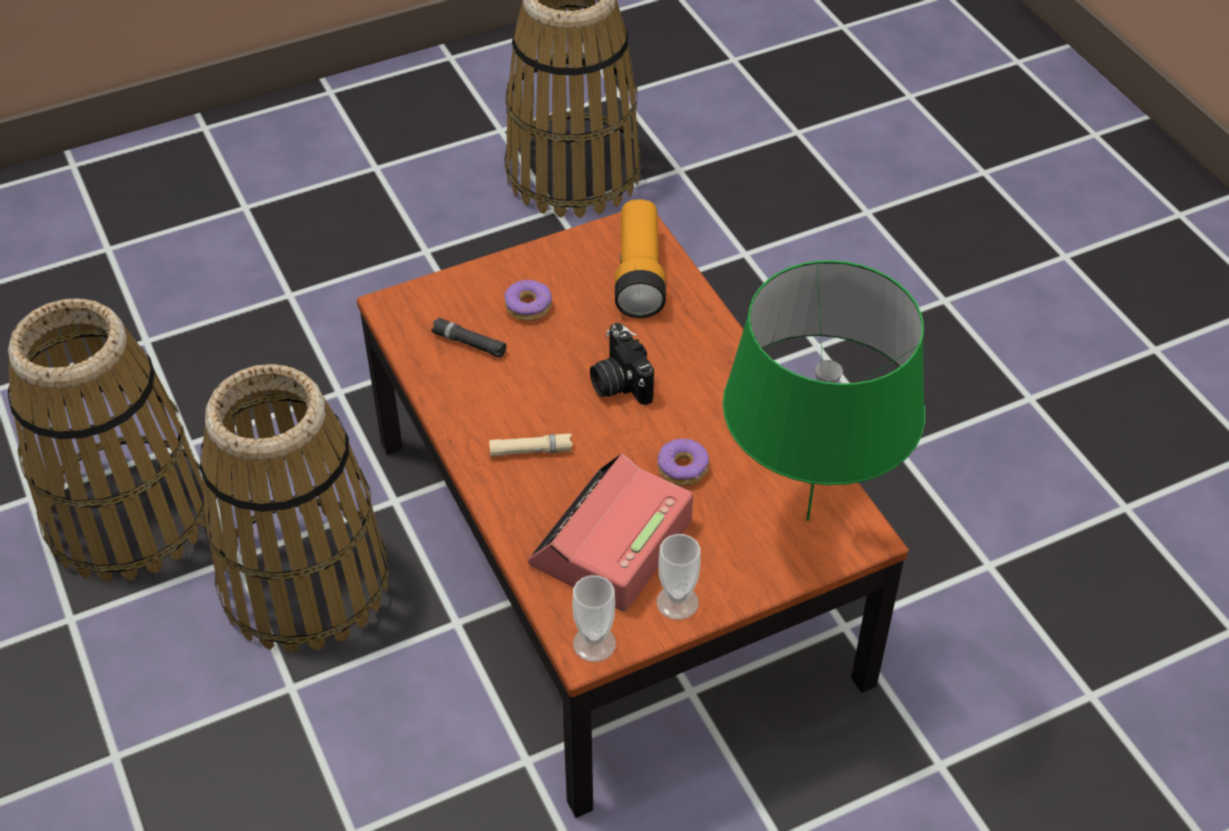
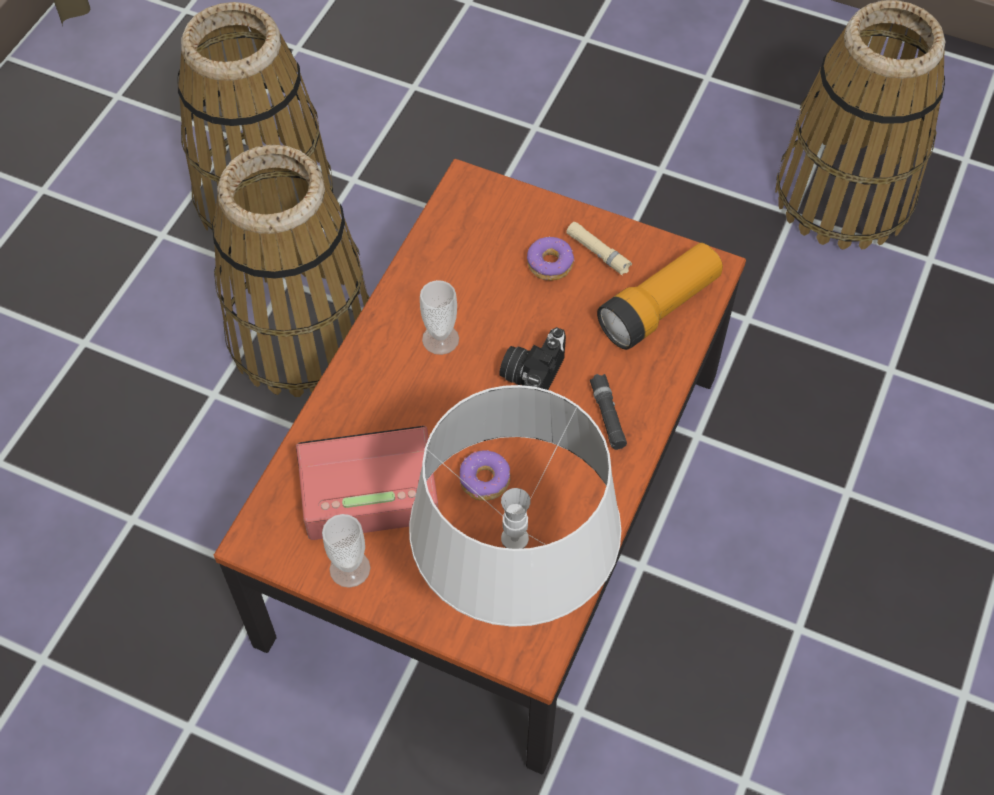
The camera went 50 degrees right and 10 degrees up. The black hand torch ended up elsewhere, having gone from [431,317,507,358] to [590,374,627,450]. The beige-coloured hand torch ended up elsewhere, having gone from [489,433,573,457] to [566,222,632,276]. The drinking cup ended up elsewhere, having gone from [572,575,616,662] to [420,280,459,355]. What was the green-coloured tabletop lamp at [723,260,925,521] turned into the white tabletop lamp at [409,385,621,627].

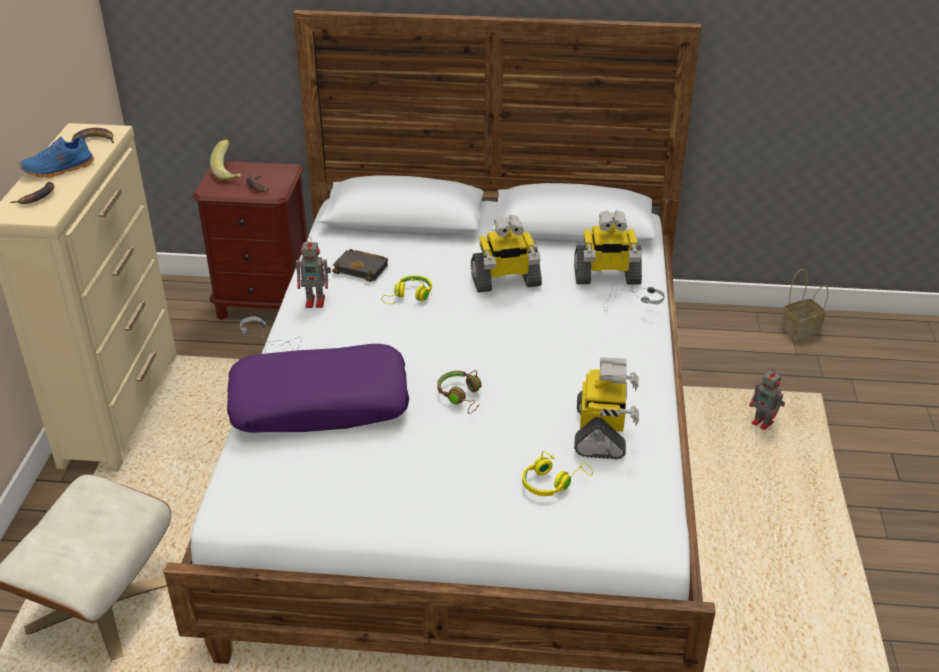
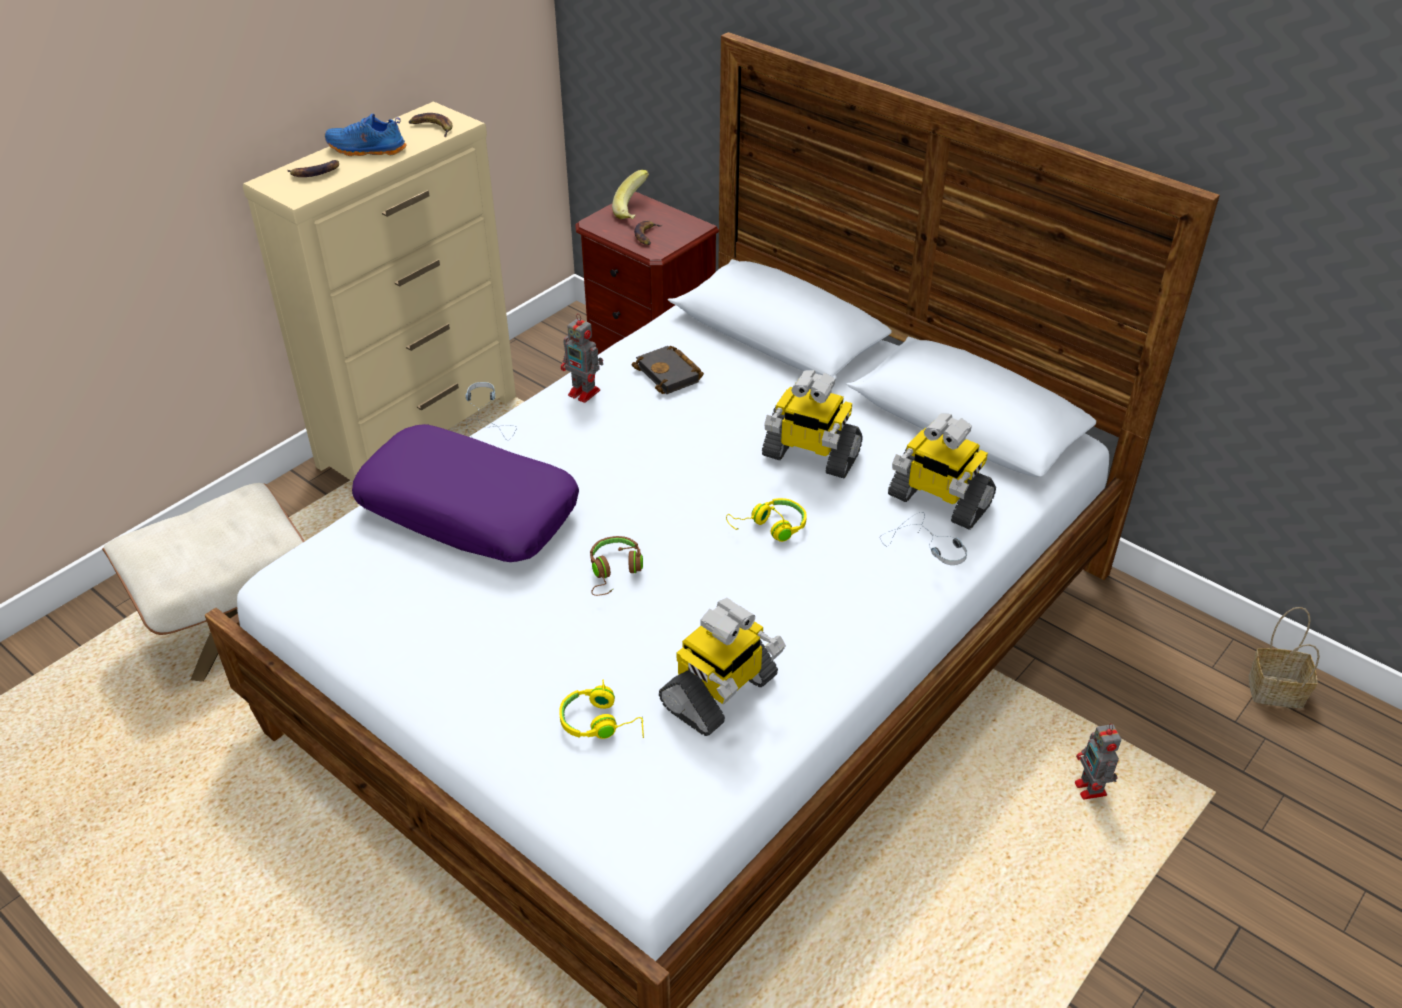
The camera went 35 degrees right and 5 degrees up. The yellow headphones ended up elsewhere, having gone from [382,275,432,304] to [726,498,807,542].

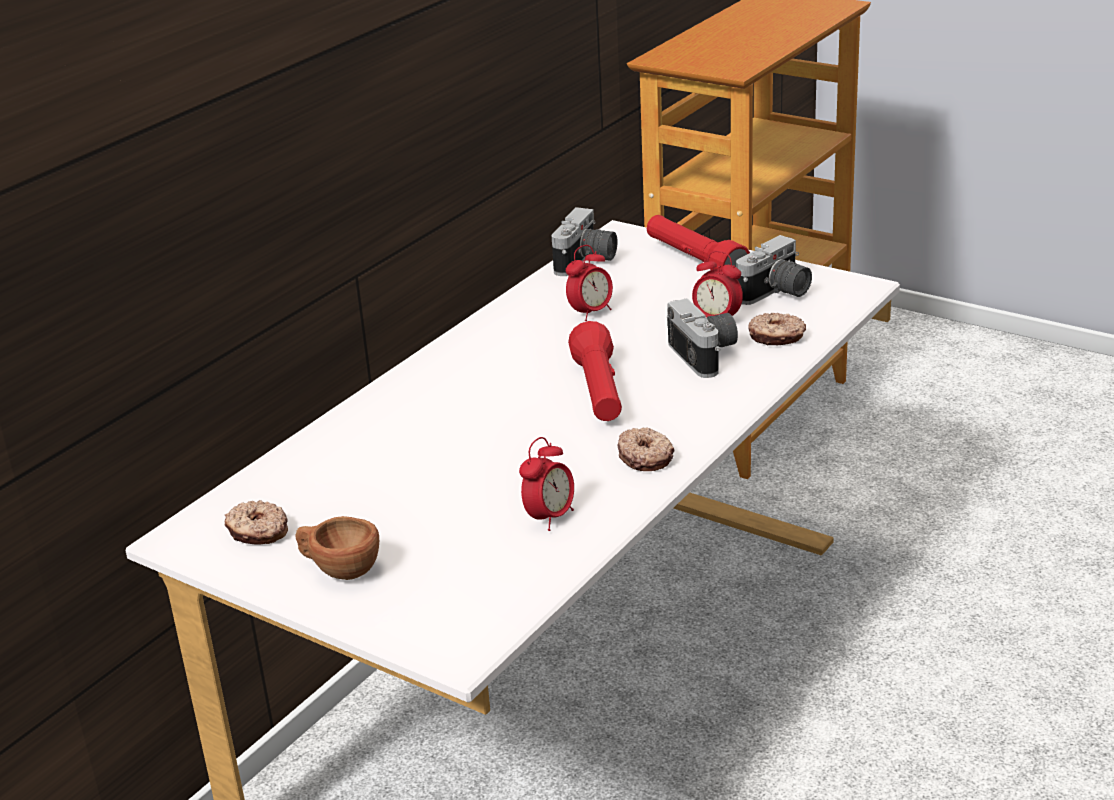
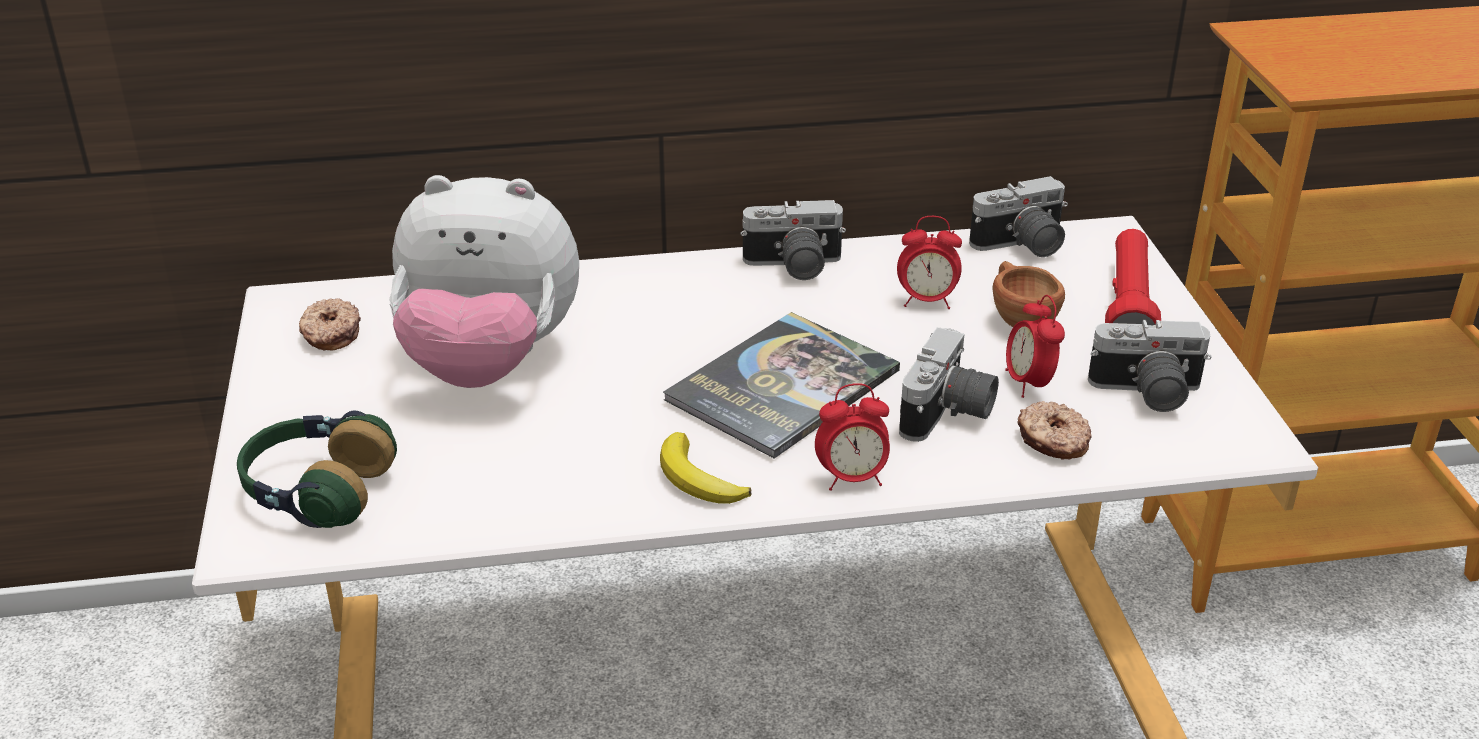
The camera went 45 degrees right and 5 degrees up. The brown-coloured drinking cup ended up elsewhere, having gone from [295,516,379,580] to [993,261,1065,327]. The alarm clock ended up elsewhere, having gone from [519,437,574,531] to [815,383,890,491]. Where the reddish hand torch stood at [568,321,622,421], the bound book came to stand at [663,312,900,459]. Where the ring doughnut stood at [618,427,675,471], the banana fruit came to stand at [660,432,752,504]. The second view gained the headphones at [237,411,397,528]. The second view gained the cuddly toy at [389,175,579,388]. The second view gained the photo camera at [740,200,846,280].

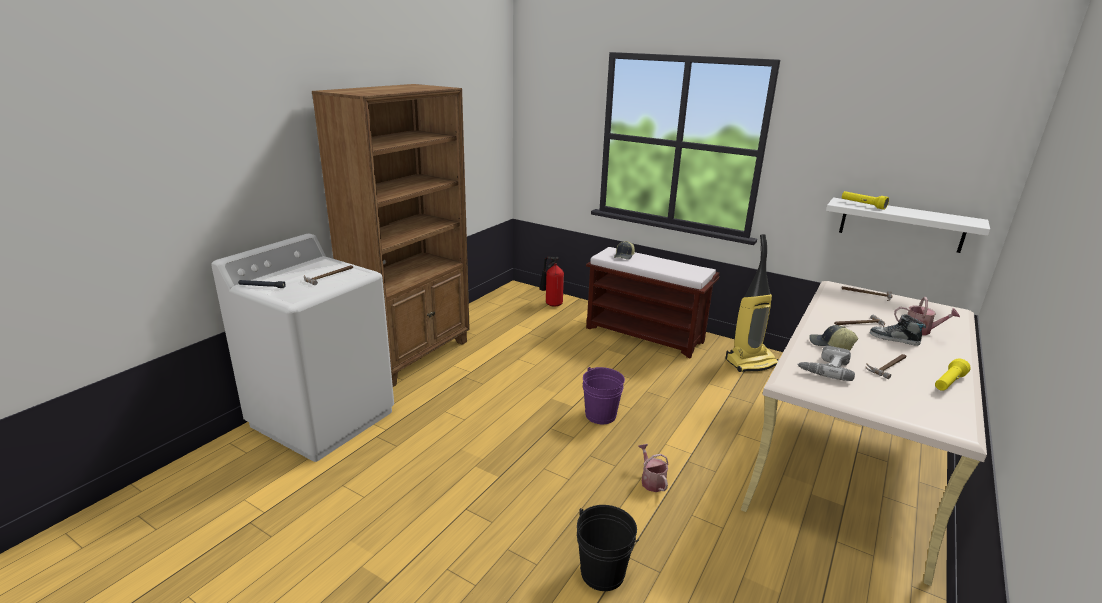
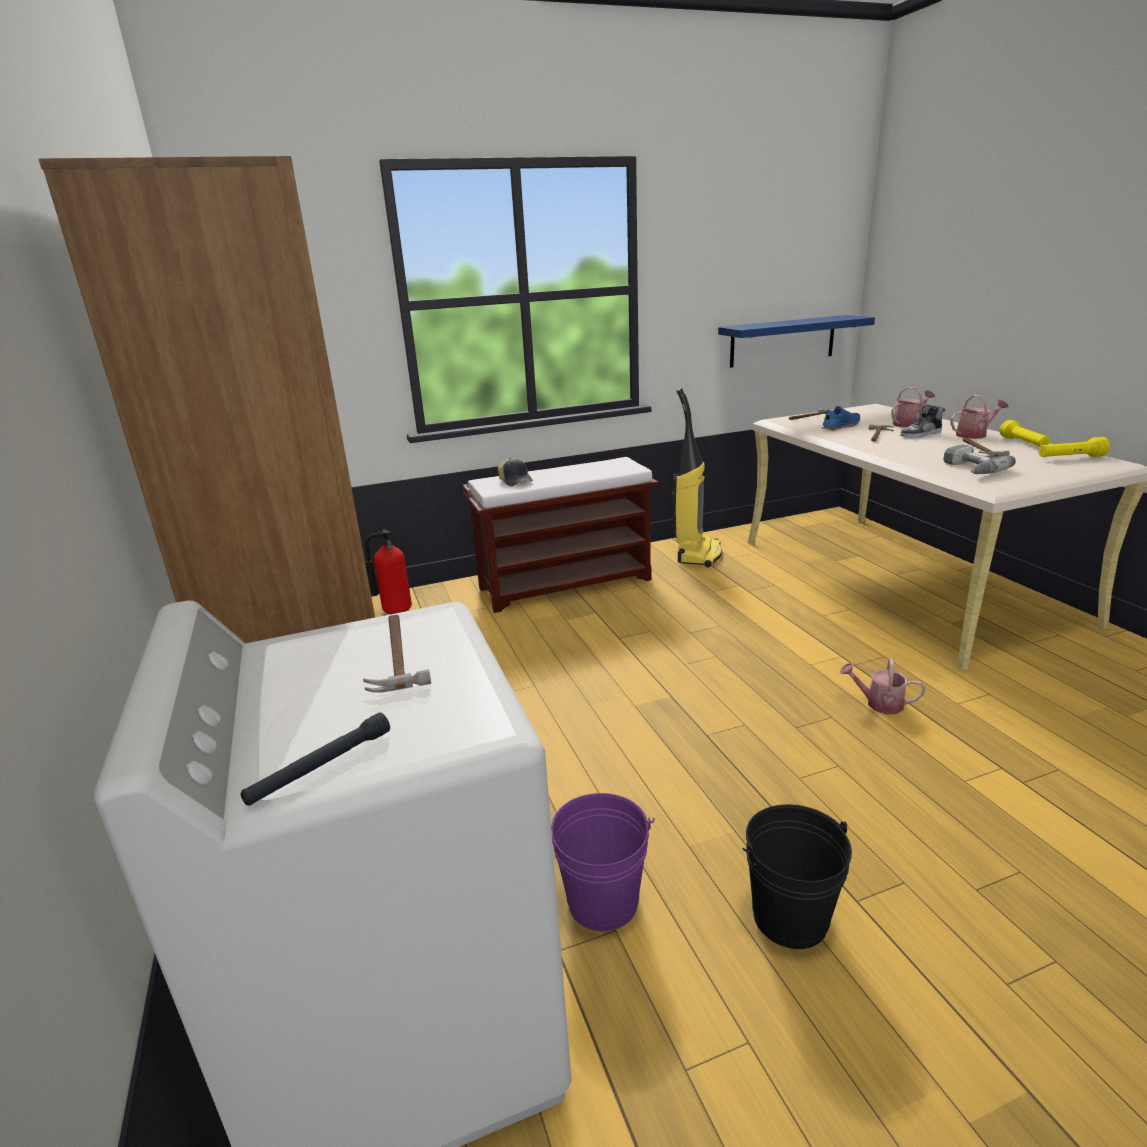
The camera went 50 degrees left and 0 degrees up. The black water bucket ended up elsewhere, having gone from [577,505,639,591] to [743,804,852,949]. The purple-coloured water bucket ended up elsewhere, having gone from [583,367,625,424] to [551,793,655,931]. The second view lost the cap at [809,325,858,350]. What was the white bracket shelf at [826,198,990,253] turned into the bluish bracket shelf at [718,315,875,368]. The yellow hand torch ended up elsewhere, having gone from [842,191,889,210] to [1038,437,1110,457]. The second view gained the bluish low shoe at [822,406,860,430]. The second view gained the watering can at [950,395,1008,439].

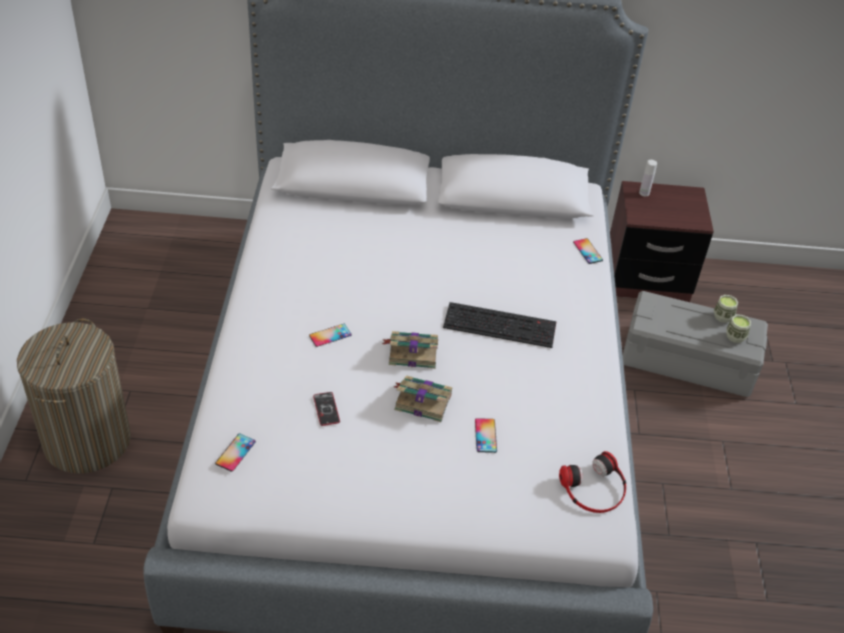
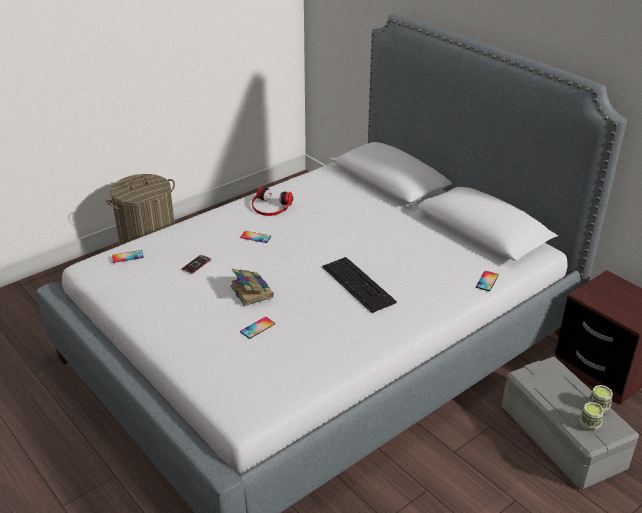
The camera went 50 degrees right and 10 degrees down. The second view lost the bound book at [382,331,438,369]. The headphones ended up elsewhere, having gone from [559,451,626,513] to [252,186,293,216]. The second view lost the white drink bottle at [639,160,657,196].

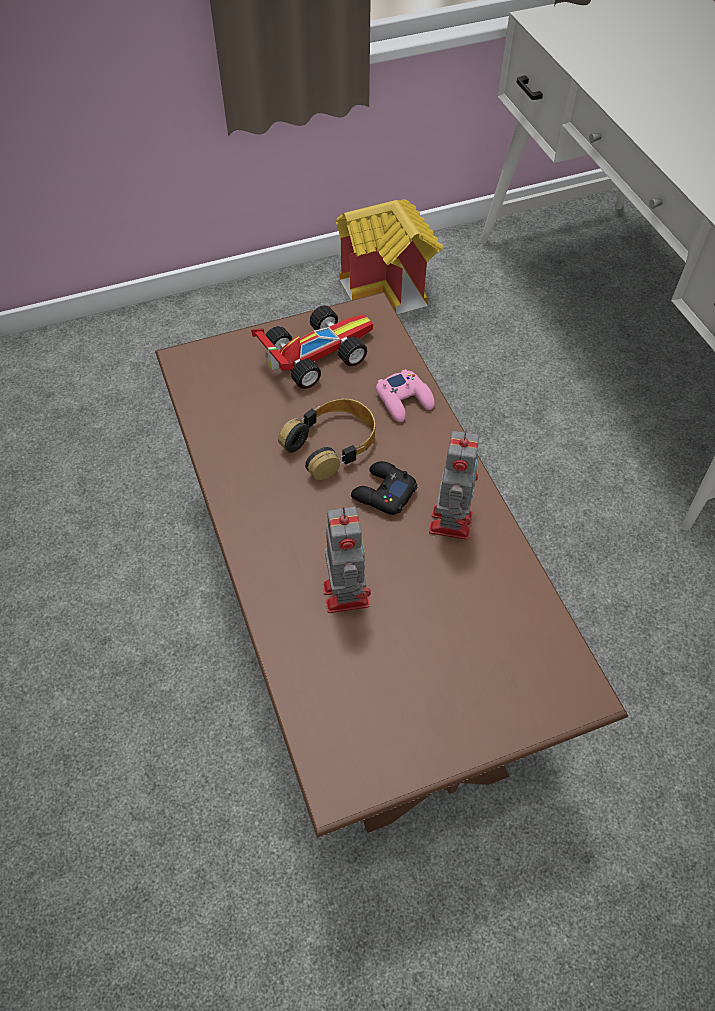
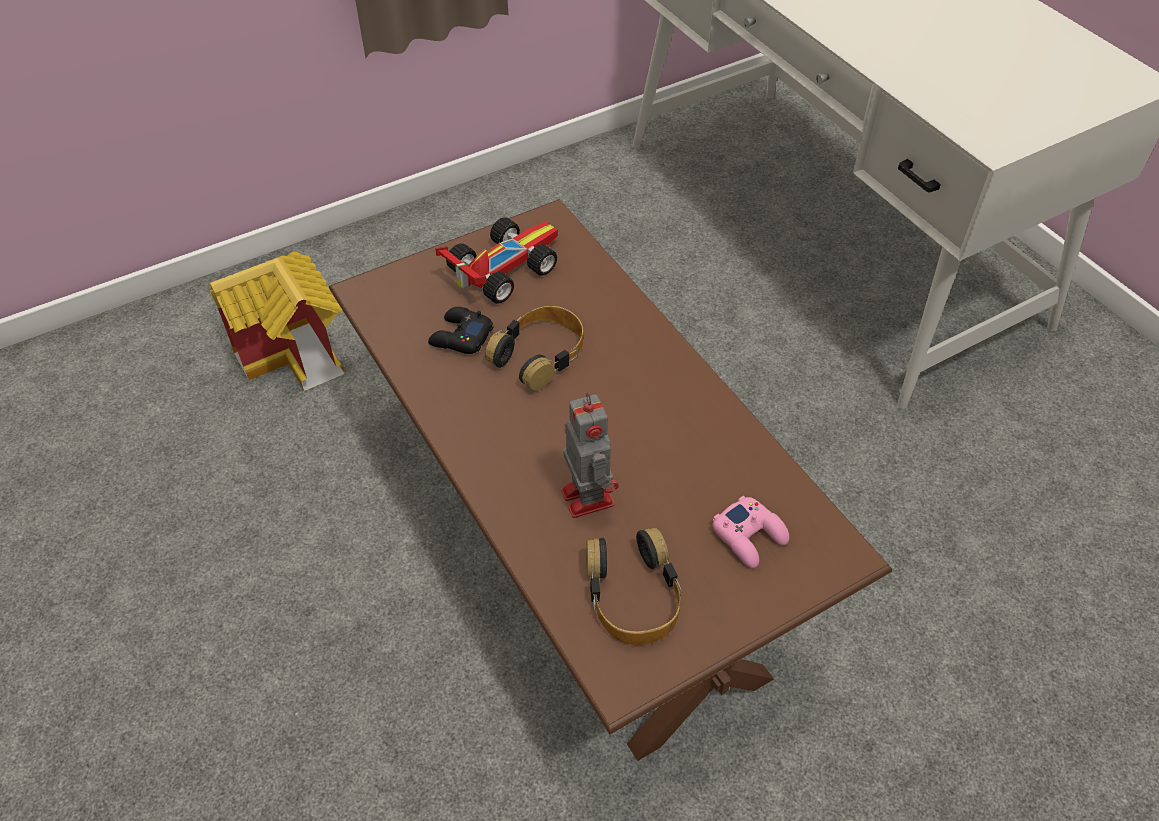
The camera went 10 degrees left and 5 degrees down. The toy house ended up elsewhere, having gone from [336,199,443,314] to [210,252,345,391]. The black gamepad ended up elsewhere, having gone from [351,461,418,515] to [428,307,493,354]. The pink gamepad ended up elsewhere, having gone from [376,369,435,422] to [713,496,789,568]. The second view lost the toy robot at [429,429,479,540]. The second view gained the headphones at [586,527,682,645].

